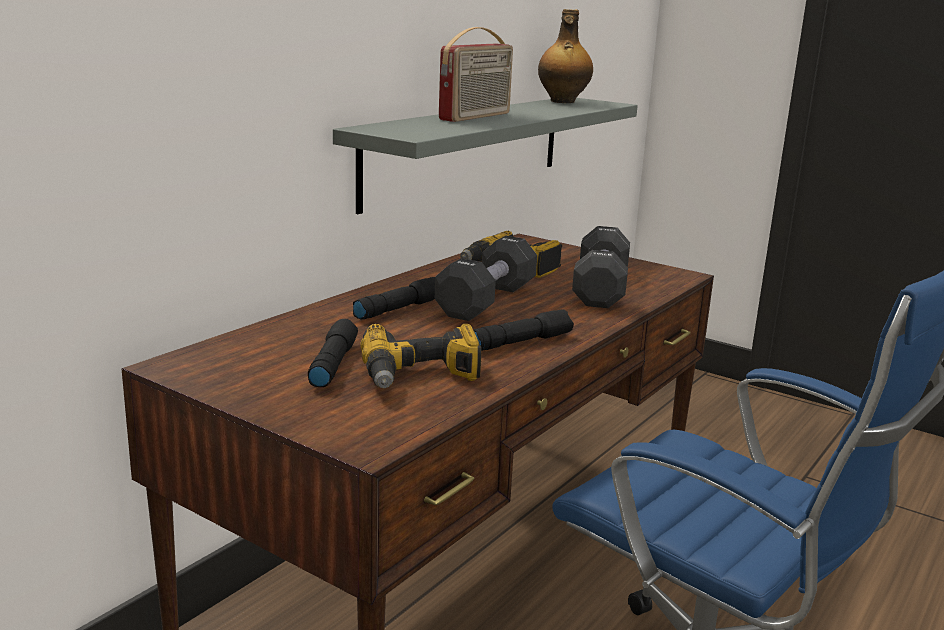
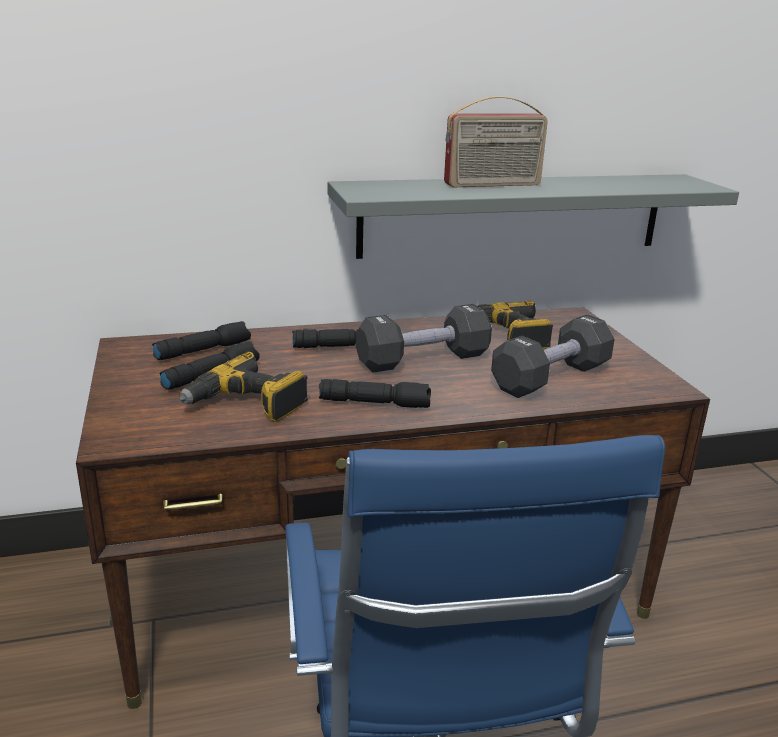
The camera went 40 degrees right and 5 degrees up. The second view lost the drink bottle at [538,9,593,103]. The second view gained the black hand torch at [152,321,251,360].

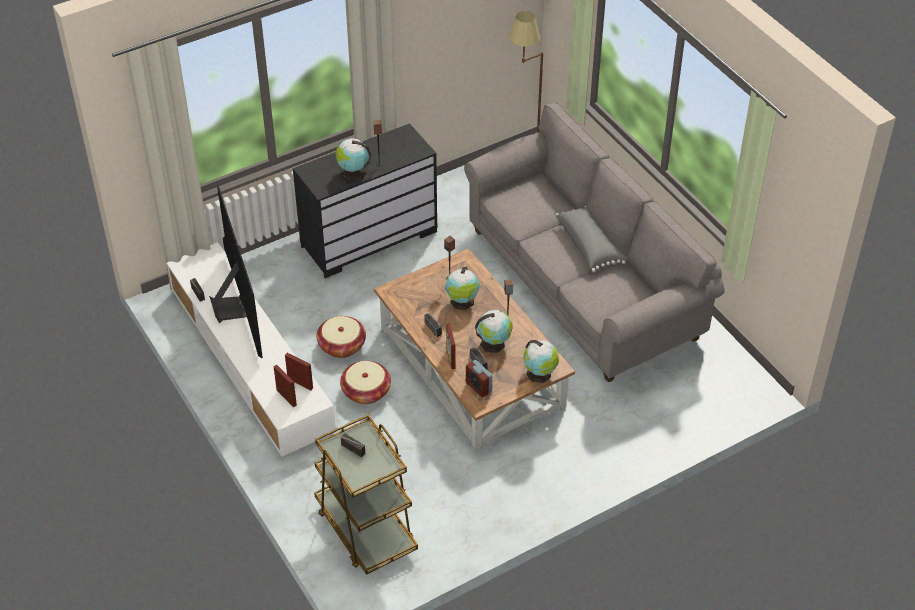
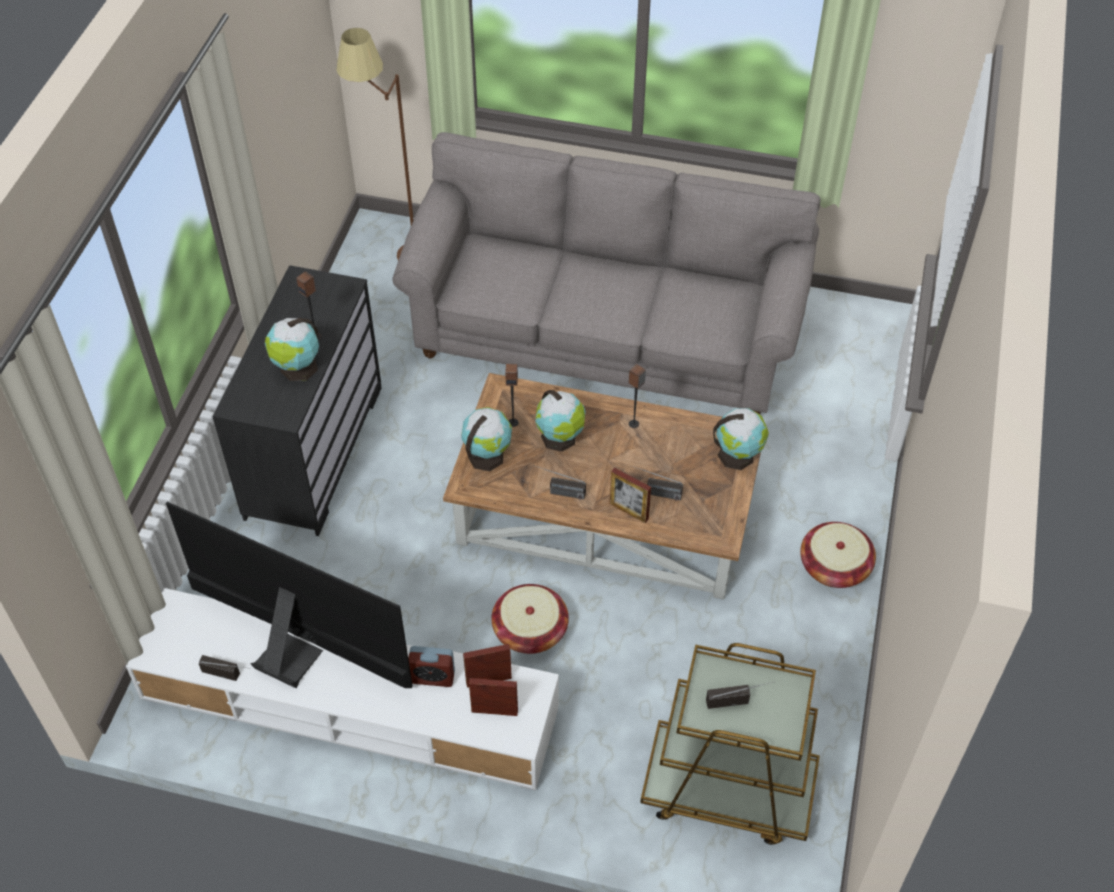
The camera went 45 degrees left and 5 degrees up. The storage basket ended up elsewhere, having gone from [316,316,366,358] to [800,522,876,588]. The alarm clock ended up elsewhere, having gone from [466,360,492,397] to [408,646,455,687]. The globe ended up elsewhere, having gone from [475,310,513,353] to [461,407,512,471]. The second view lost the gray throw pillow at [556,206,628,272].

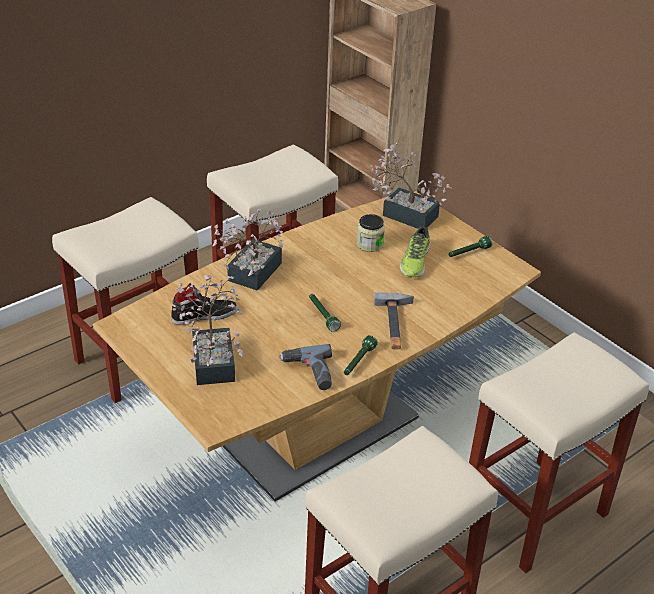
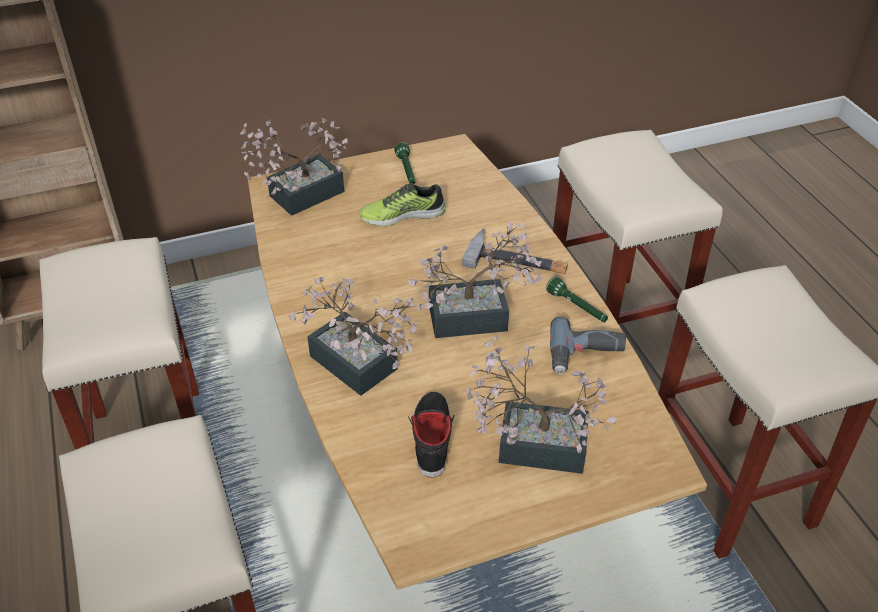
The camera went 70 degrees left and 5 degrees up. Where the green-coloured hand torch stood at [309,294,341,332], the potted plant came to stand at [408,221,542,338]. The second view lost the preserve jar at [356,214,385,252]. The low shoe at [400,226,430,277] ended up facing another way, 135 degrees clockwise from before.

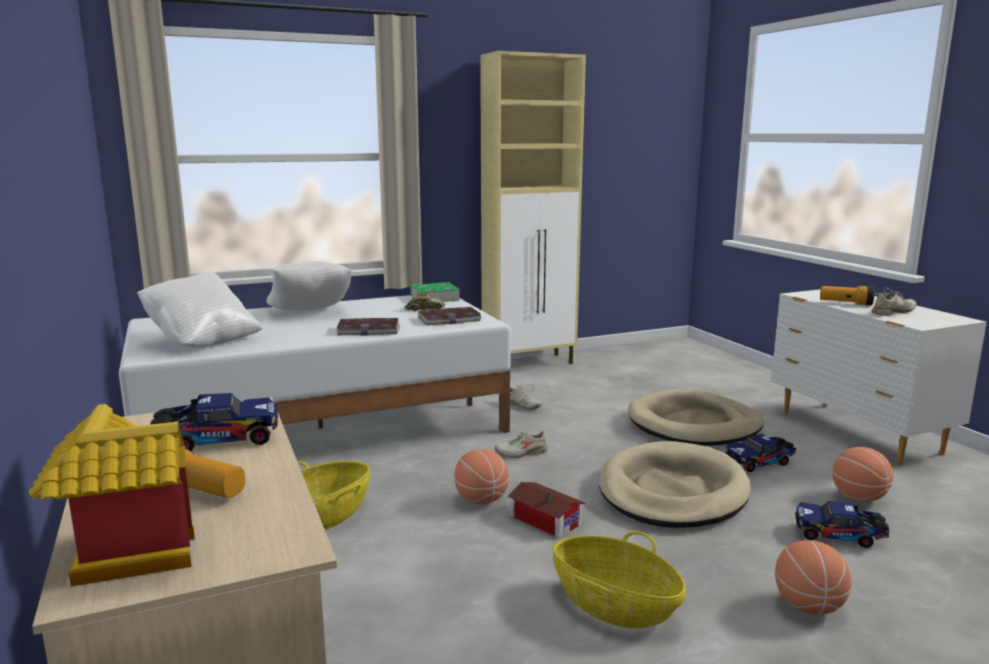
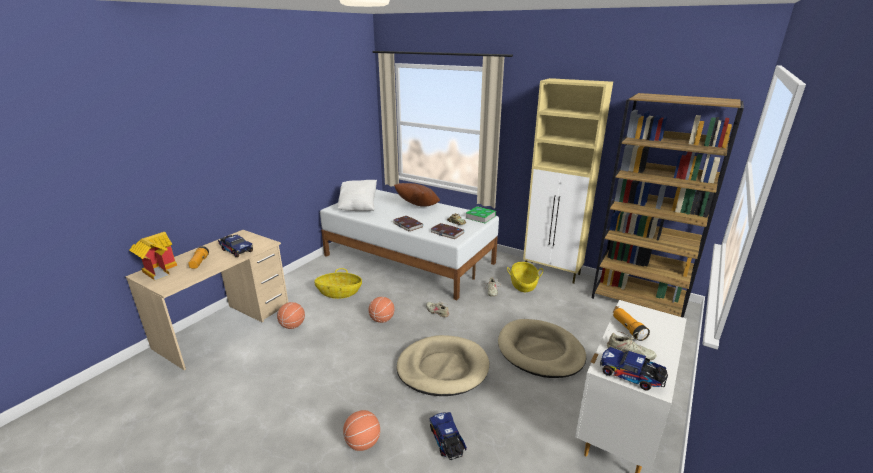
The camera went 55 degrees right and 10 degrees up. What was the white throw pillow at [266,261,352,311] turned into the brown-coloured throw pillow at [394,183,440,207]. The second view lost the toy house at [507,482,586,538]. The storage basket ended up elsewhere, having gone from [553,531,686,629] to [507,262,543,292]. The toy lorry ended up elsewhere, having gone from [725,434,796,472] to [600,347,668,390]. The basketball ended up elsewhere, having gone from [832,447,893,502] to [277,302,305,329]. The second view gained the brown-coloured shelving unit at [592,93,744,318].

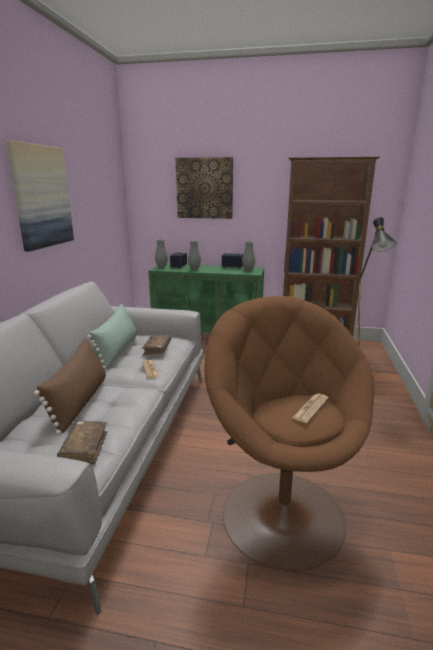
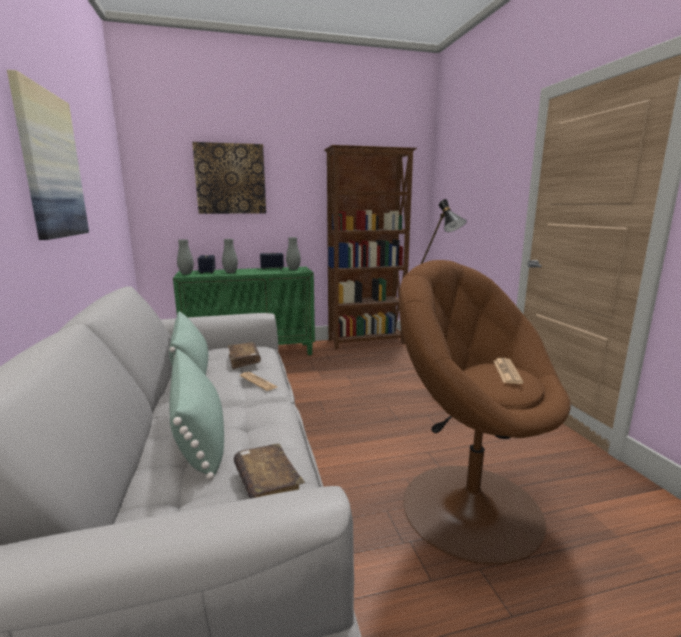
The camera went 25 degrees left and 5 degrees down. What was the brown-coloured throw pillow at [34,338,106,435] turned into the green-coloured throw pillow at [169,349,224,481].

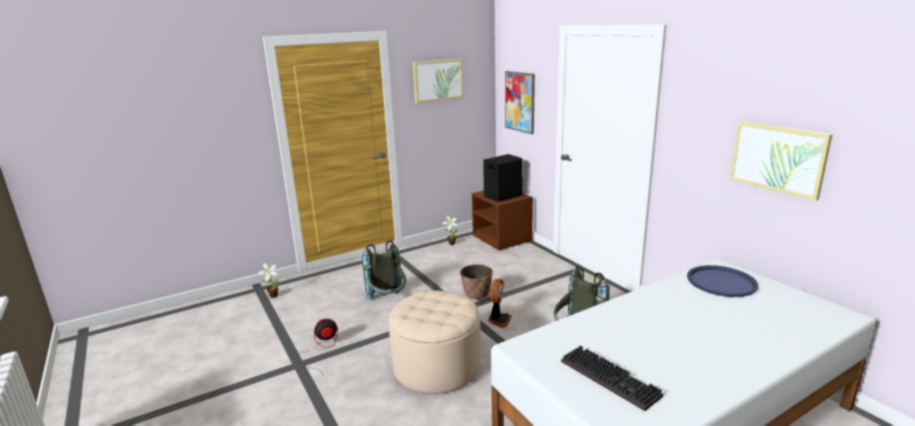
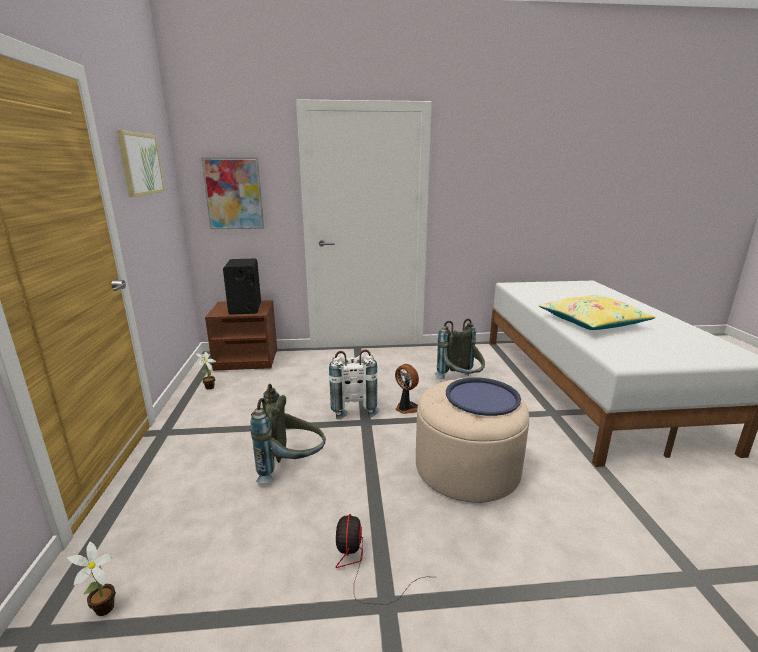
The camera went 65 degrees left and 0 degrees up. Where the plant pot stood at [460,264,493,302], the white rucksack came to stand at [329,350,380,420]. The second view lost the computer keyboard at [561,346,663,411]. The bluish tray ended up elsewhere, having gone from [687,265,758,297] to [446,377,521,416]. The second view lost the wall art at [730,121,832,201]. The second view gained the yellow throw pillow at [539,295,655,330].

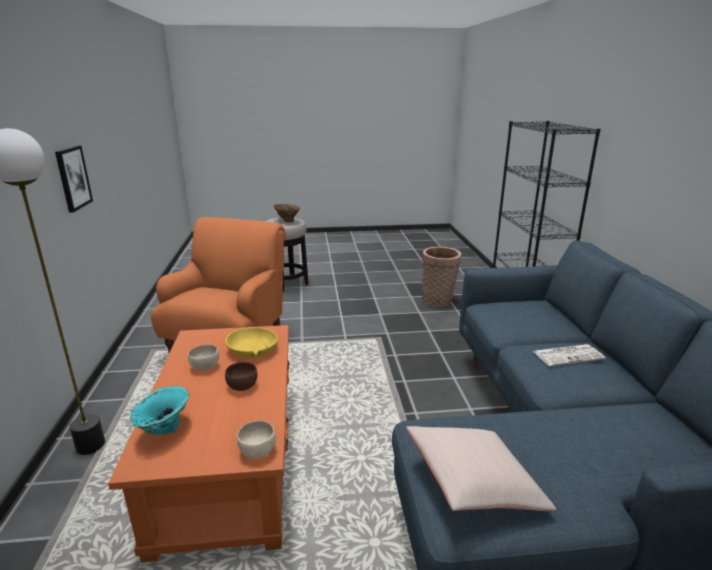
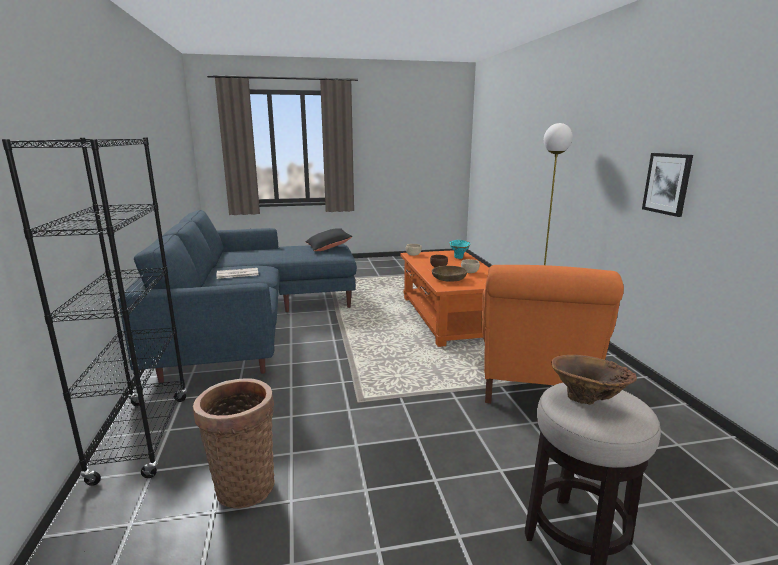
The camera went 175 degrees right and 5 degrees down. What was the yellow deep dish at [225,327,278,360] turned into the brown-coloured deep dish at [432,266,467,282]. What was the beige-coloured throw pillow at [406,426,556,511] turned into the black throw pillow at [306,228,352,251].

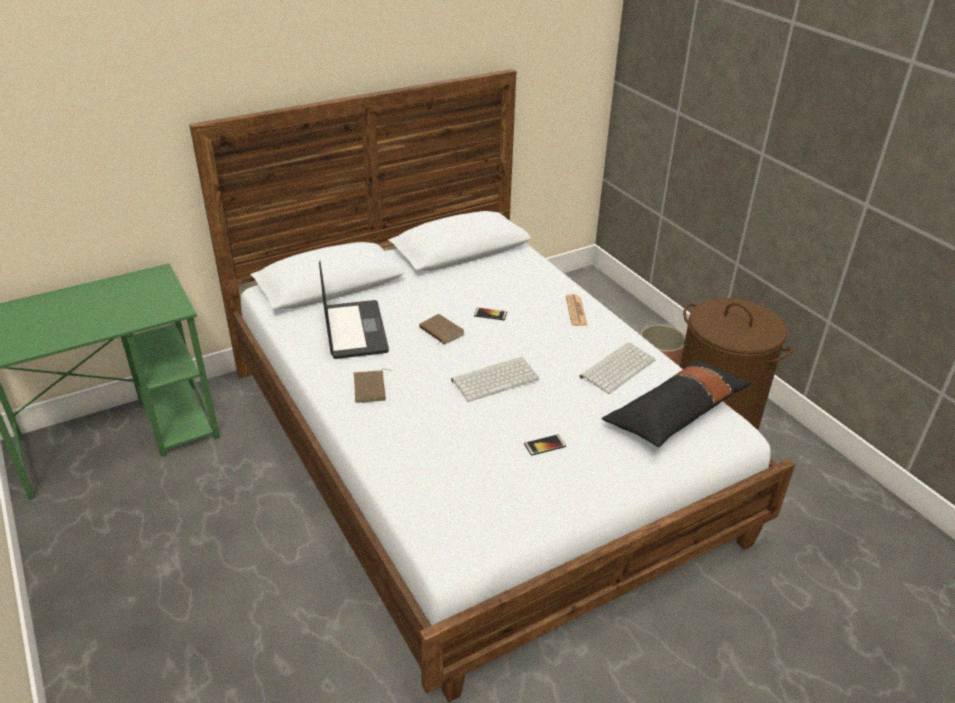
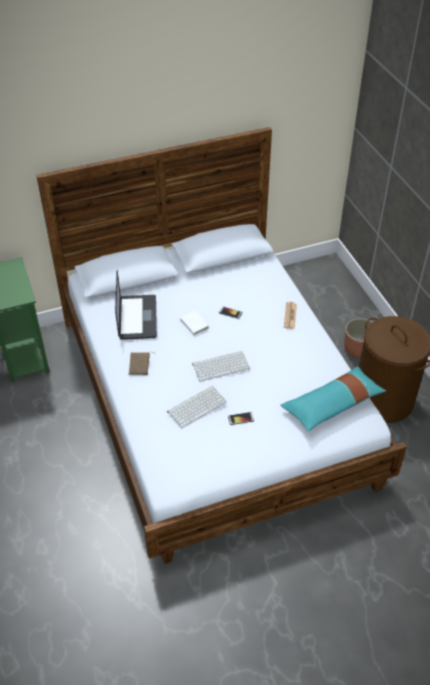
The camera went 10 degrees right and 10 degrees up. What was the brown-coloured bound book at [419,314,465,345] turned into the white bound book at [180,311,209,336]. The computer keyboard ended up elsewhere, having gone from [579,342,656,394] to [167,386,227,428]. What was the black throw pillow at [601,360,752,447] turned into the turquoise-coloured throw pillow at [280,366,386,431].

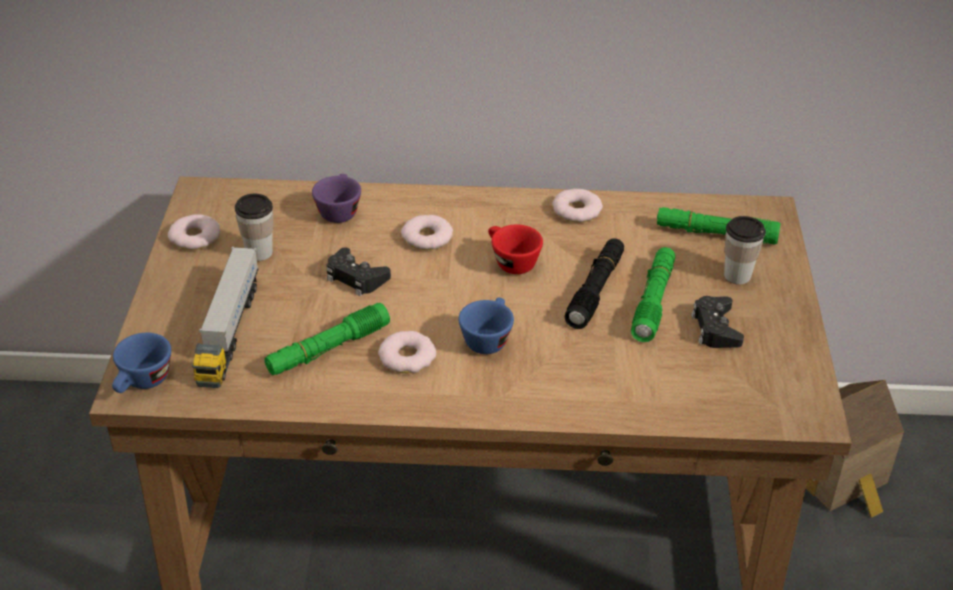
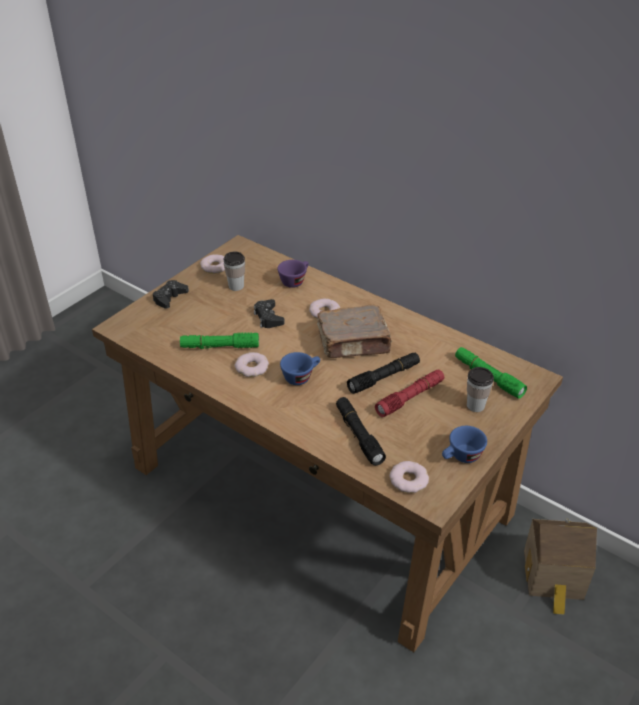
The camera went 35 degrees right and 0 degrees up. The bluish drinking cup ended up elsewhere, having gone from [112,333,171,393] to [442,426,487,463]. The second view lost the toy lorry at [192,247,258,388]. Where the reddish drinking cup stood at [488,225,543,274], the brown-coloured bound book came to stand at [317,304,393,358]. The ring doughnut ended up elsewhere, having gone from [552,189,603,222] to [390,461,429,493]. What was the green-coloured hand torch at [631,247,675,342] turned into the reddish hand torch at [375,369,444,417]. The black gamepad ended up elsewhere, having gone from [691,296,744,348] to [153,280,189,309]. The second view gained the black hand torch at [336,397,386,466].

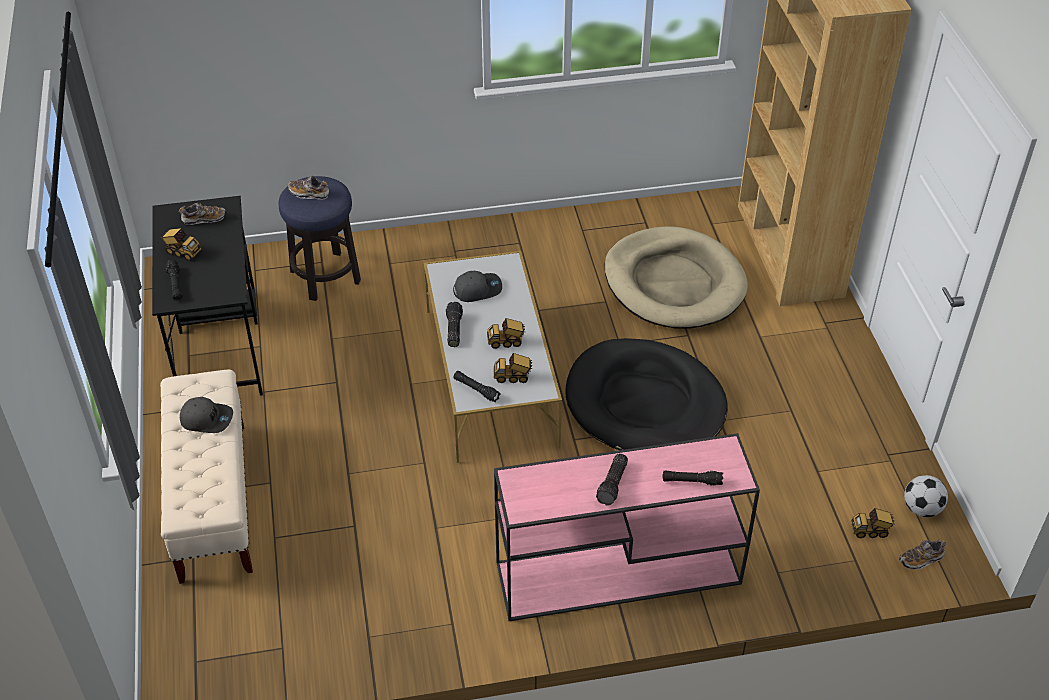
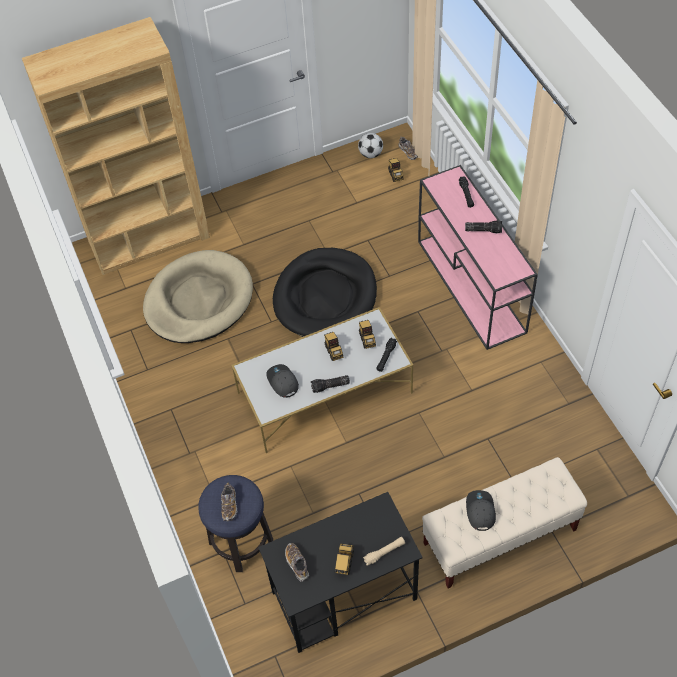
The camera went 100 degrees left and 10 degrees up. What was the black hand torch at [166,260,183,301] turned into the beige-coloured hand torch at [363,537,405,565].

